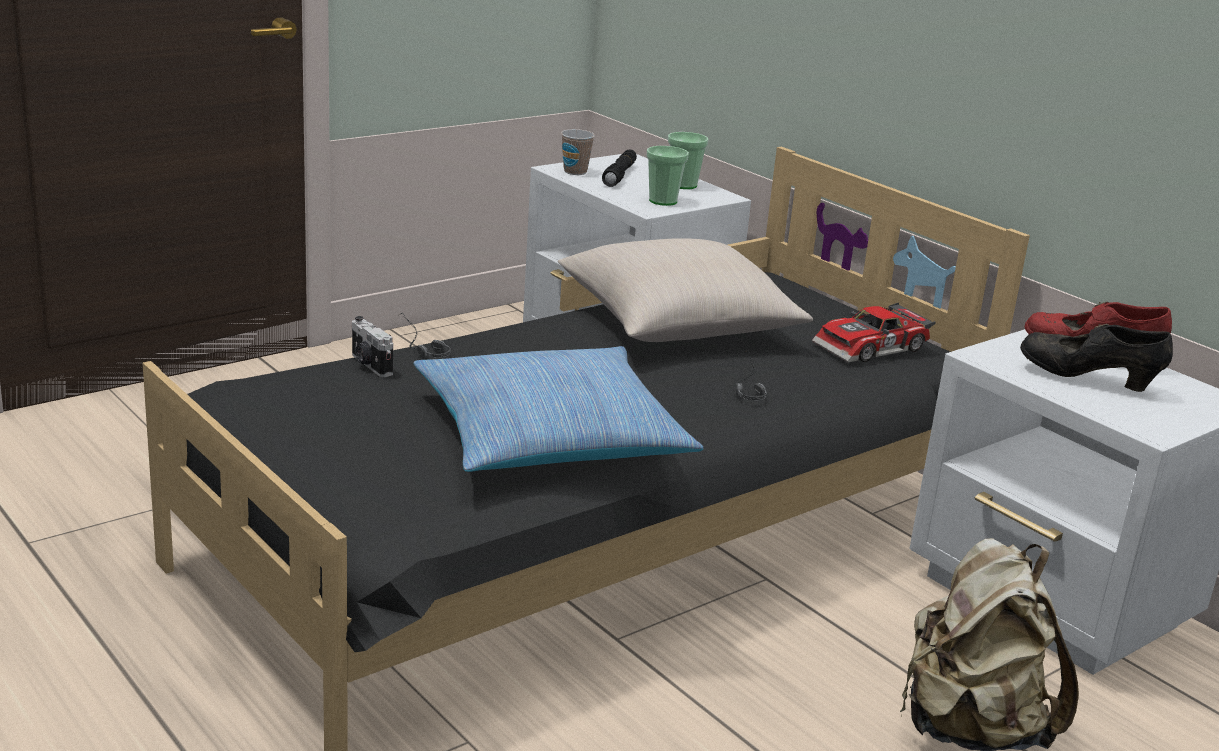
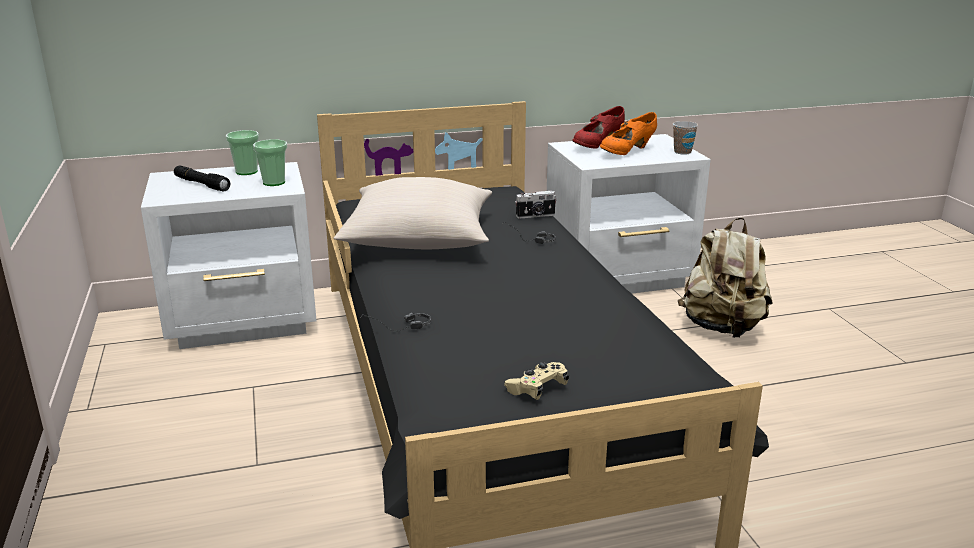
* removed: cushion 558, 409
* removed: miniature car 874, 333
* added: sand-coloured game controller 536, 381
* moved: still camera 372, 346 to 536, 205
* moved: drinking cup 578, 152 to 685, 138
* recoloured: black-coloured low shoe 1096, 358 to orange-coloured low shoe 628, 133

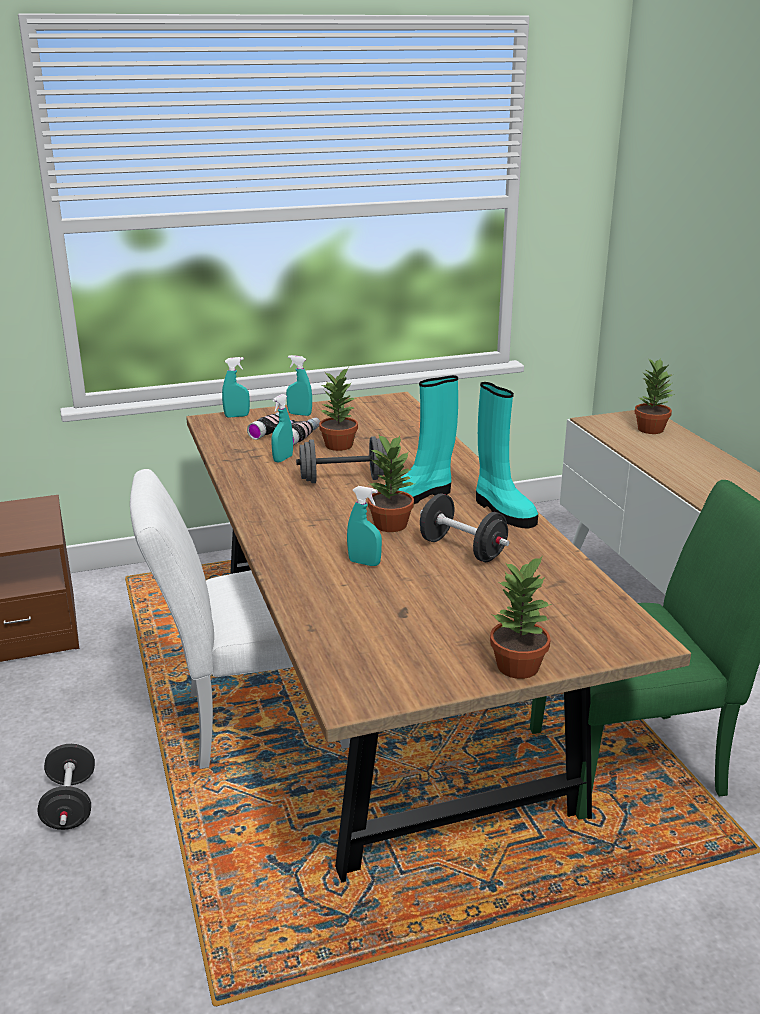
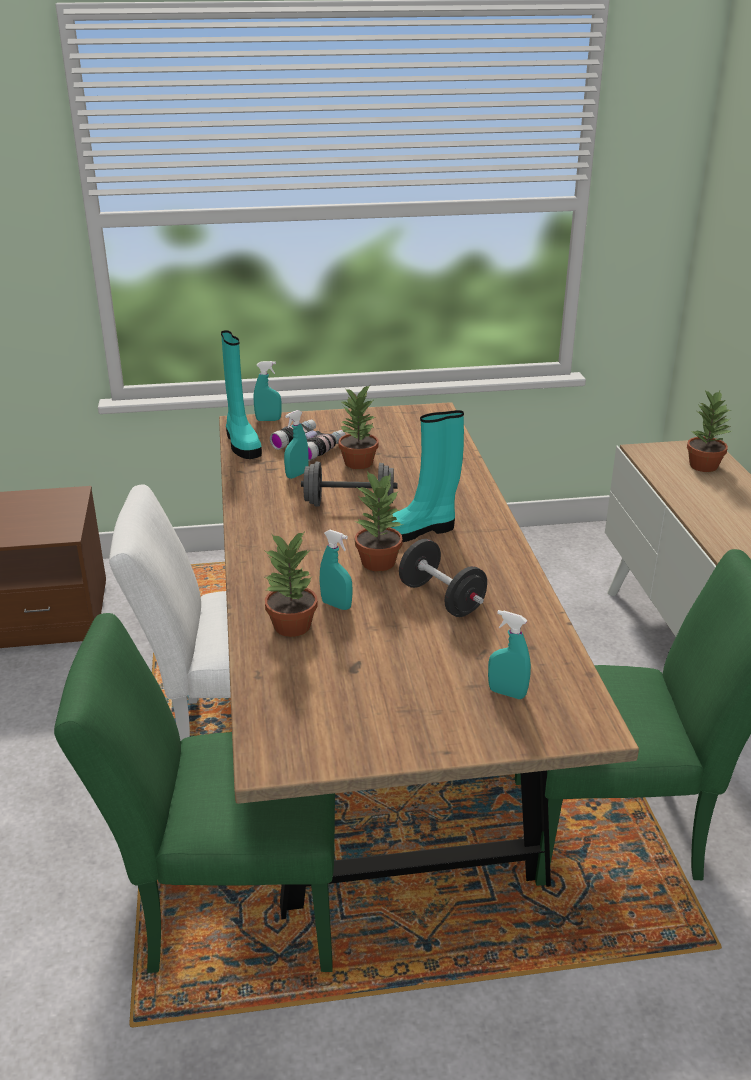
* removed: black-coloured dumbbell 66, 787
* added: green-coloured upright chair 194, 793
* moved: turquoise hand sprayer 299, 385 to 509, 654
* moved: turquoise boot 507, 455 to 241, 394
* moved: potted plant 521, 617 to 291, 584

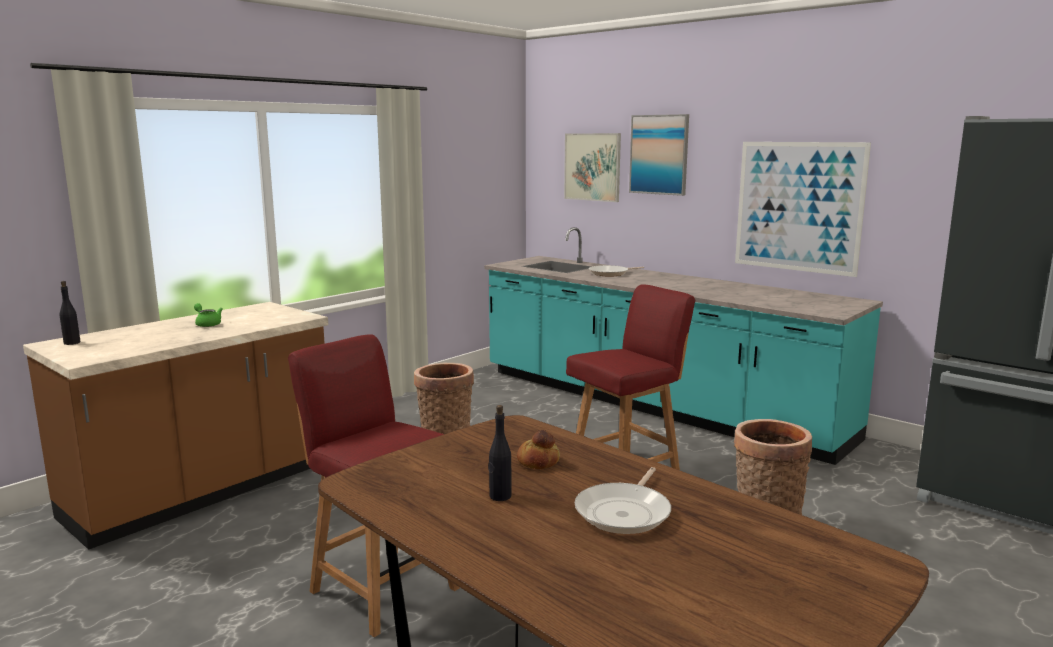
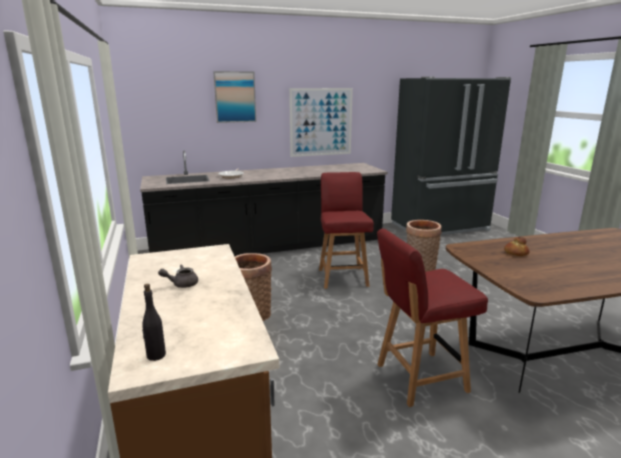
* removed: black-coloured beverage bottle 500, 453
* removed: wall picture 592, 167
* removed: pan 623, 500
* recoloured: green-coloured pot for tea 208, 315 to grey pot for tea 178, 276
* recoloured: turquoise kitchen base unit 683, 346 to black-coloured kitchen base unit 264, 204

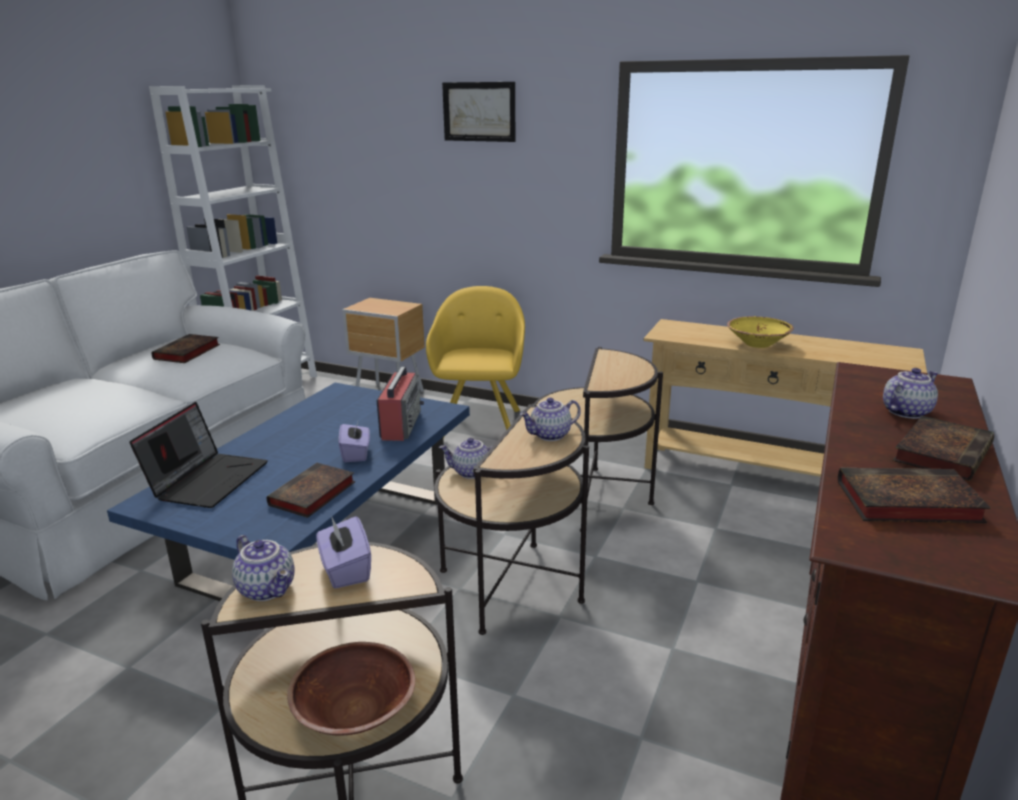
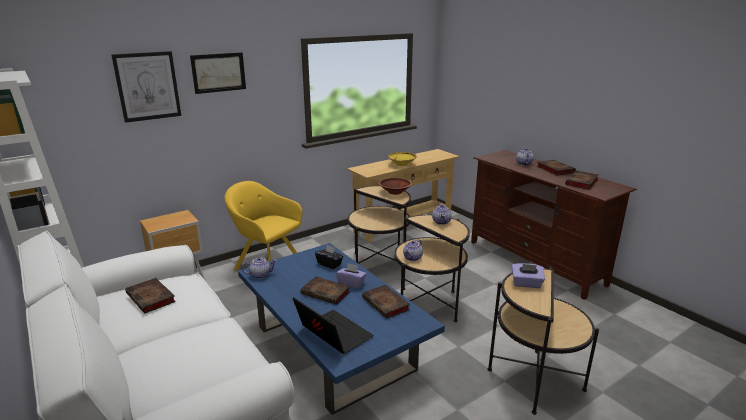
* added: wall picture 146, 87
* added: volume 325, 291
* moved: pot for tea 263, 568 to 259, 268
* moved: brownish serving bowl 351, 689 to 395, 186
* replaced: radio set 400, 402 to black-coloured tissue holder 329, 257

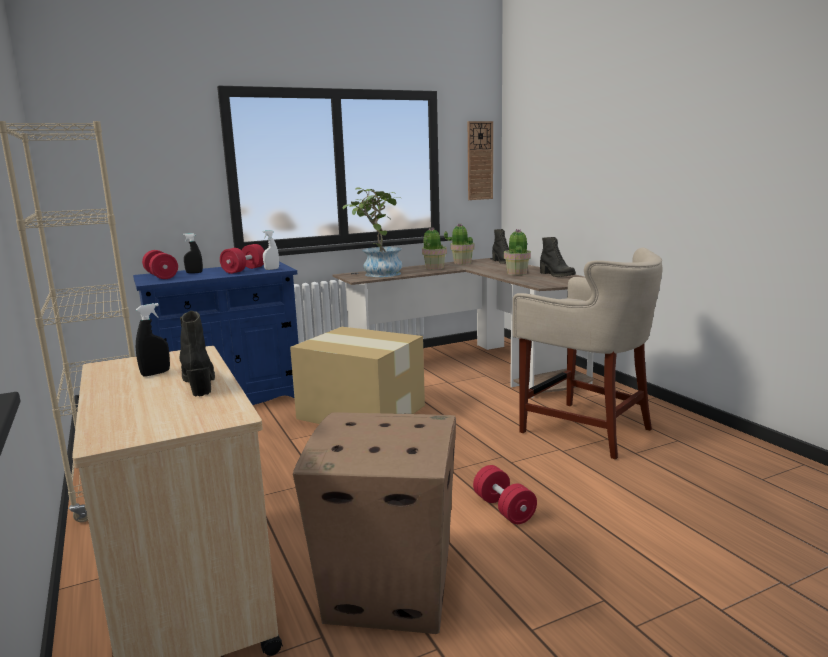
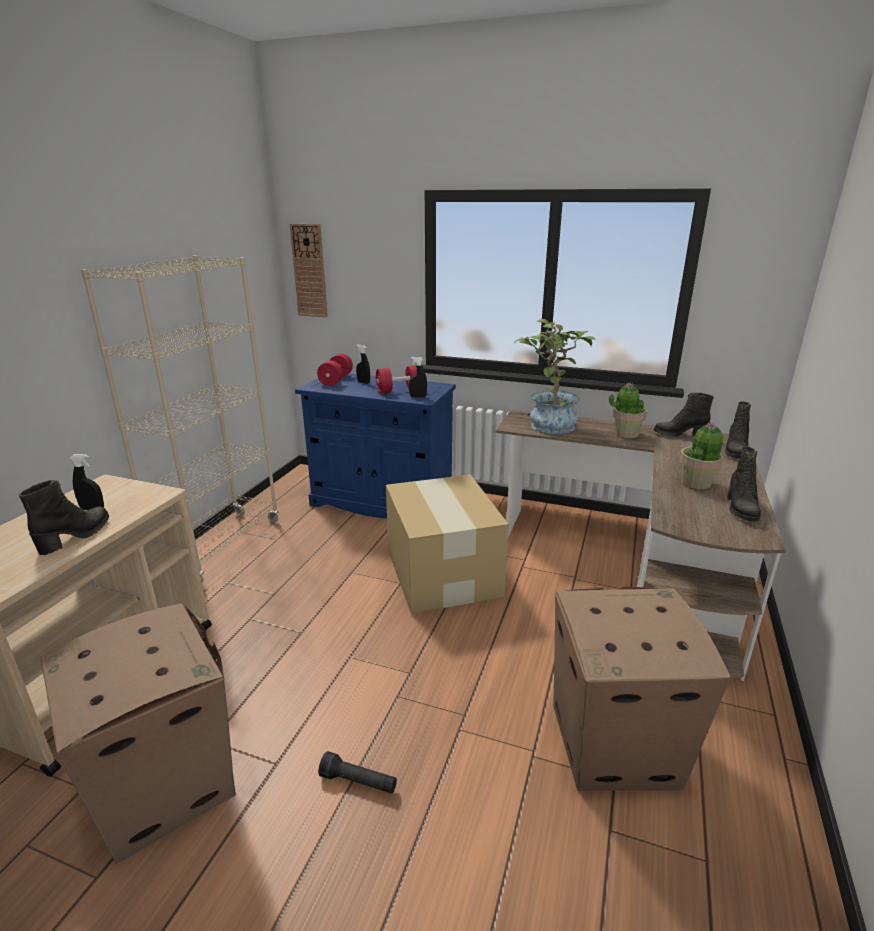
* moved: wall clock 480, 160 to 309, 270
* replaced: potted plant 459, 243 to black-coloured boot 684, 415
* replaced: reddish dumbbell 505, 494 to black-coloured torch 357, 772
* replaced: sand-coloured sitting stool 587, 354 to carton 642, 689
* recoloured: white hand sprayer 270, 250 to black-coloured hand sprayer 418, 377

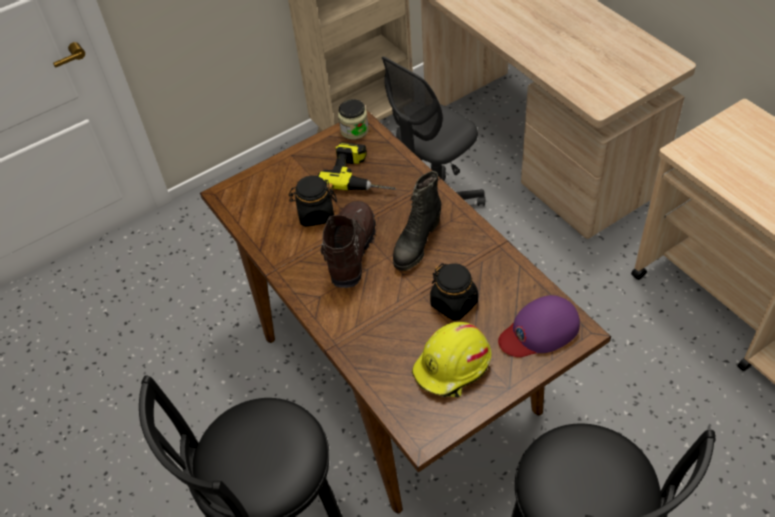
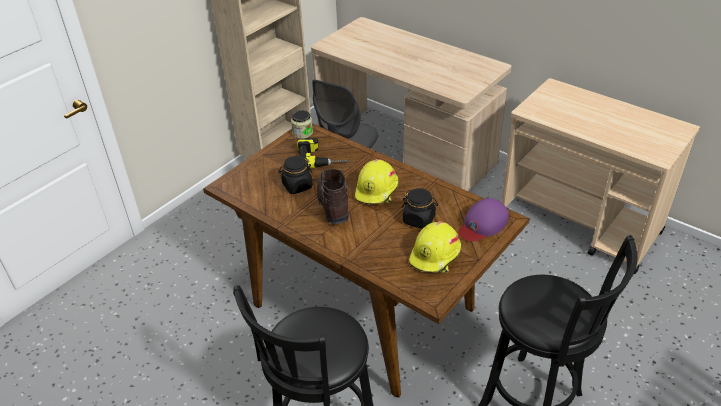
* replaced: black-coloured boot 417, 221 to yellow safety helmet 376, 182

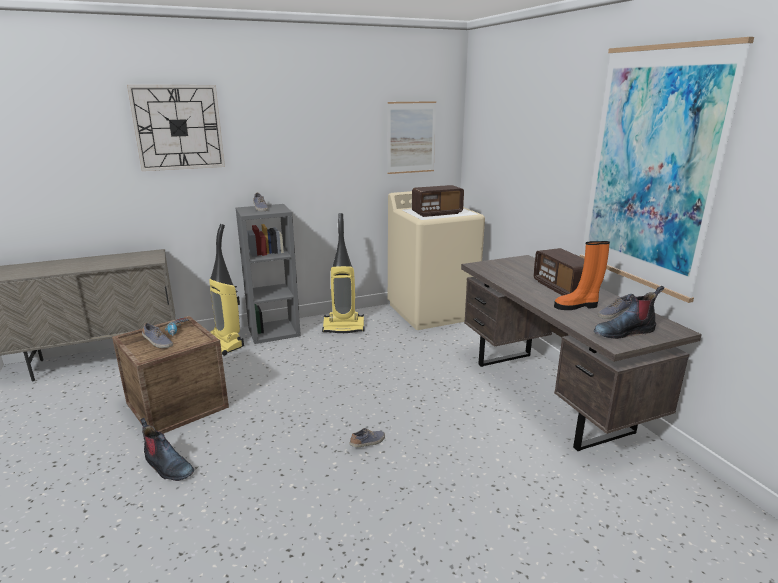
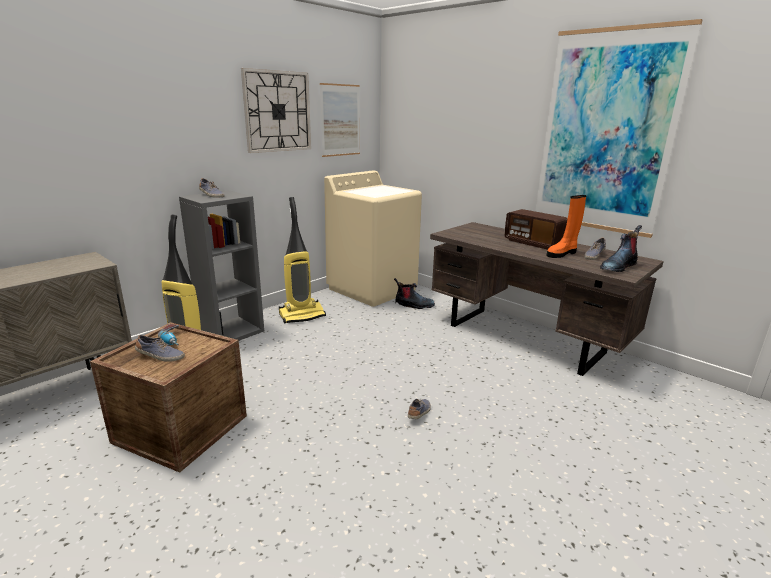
* removed: radio set 438, 201
* moved: wall clock 176, 128 to 276, 110
* moved: boot 167, 449 to 414, 293

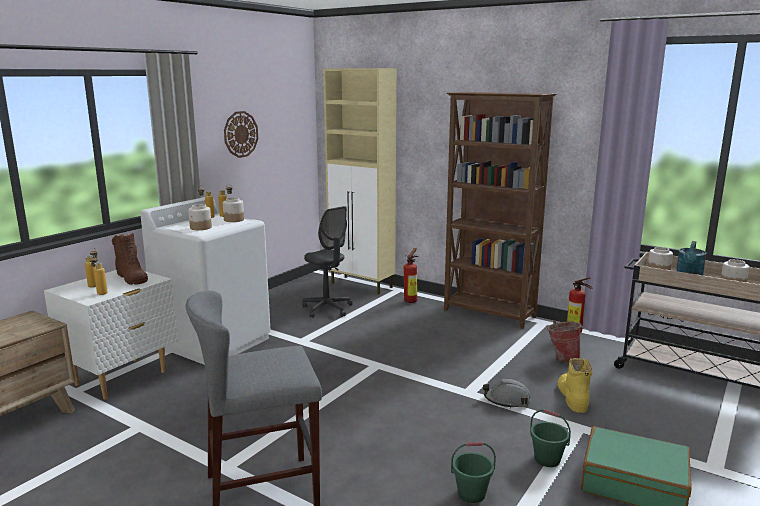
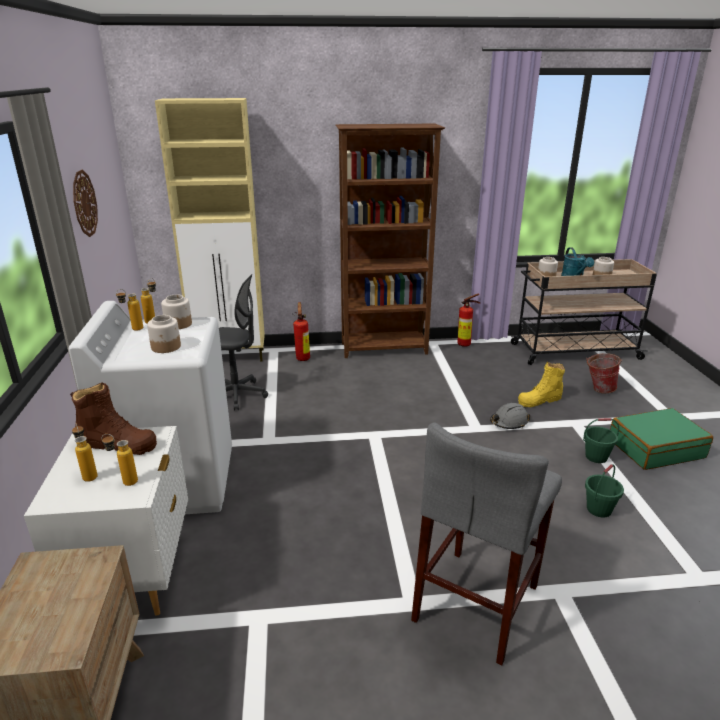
* moved: pail 565, 341 to 604, 373
* turned: yellow boot 575, 385 = 541, 384 75 degrees counterclockwise

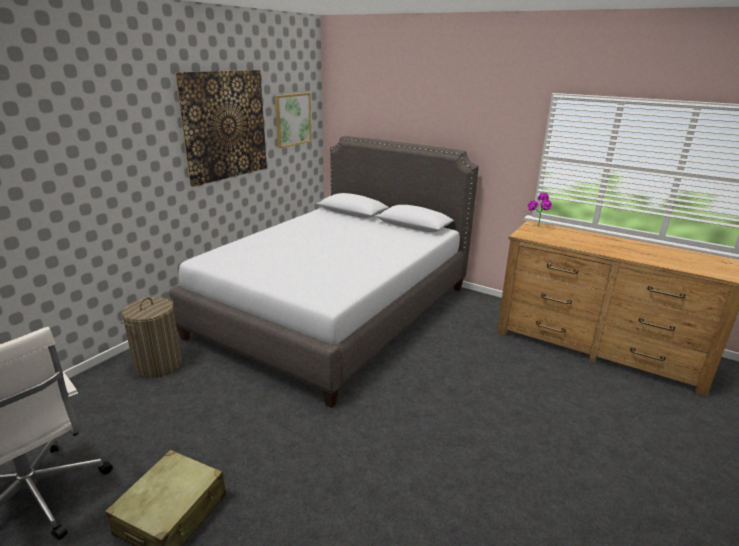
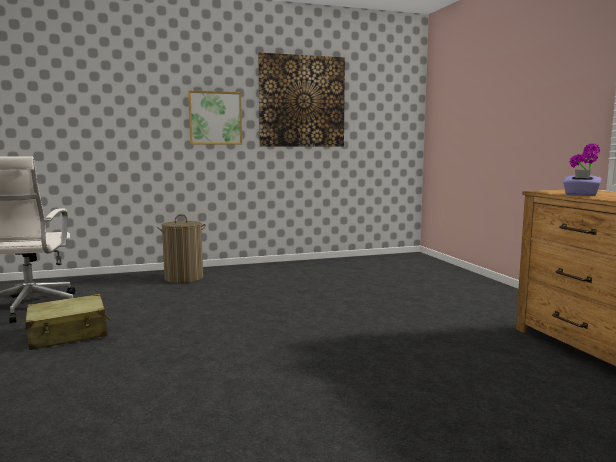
* removed: grey bed 324, 272
* added: purple-coloured tissue holder 582, 182
* moved: wall picture 293, 120 to 215, 117

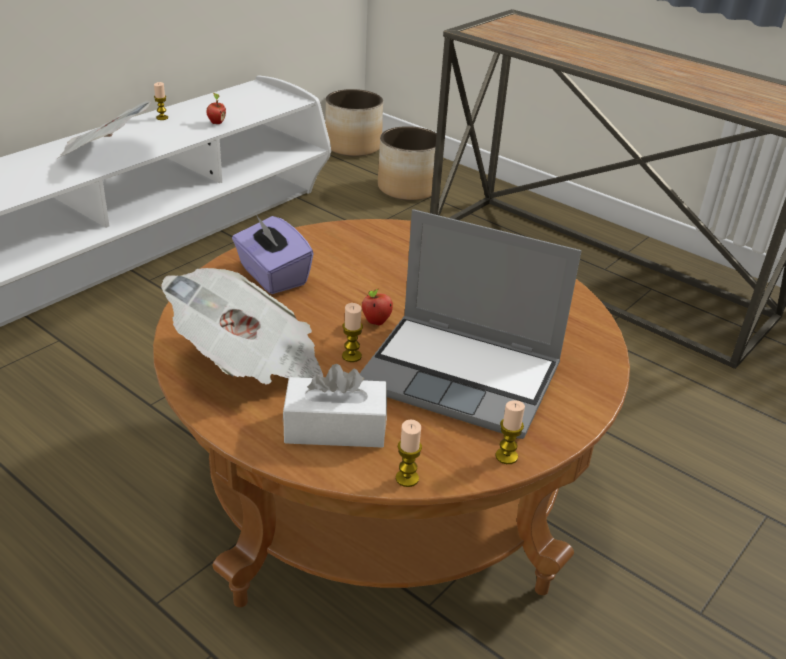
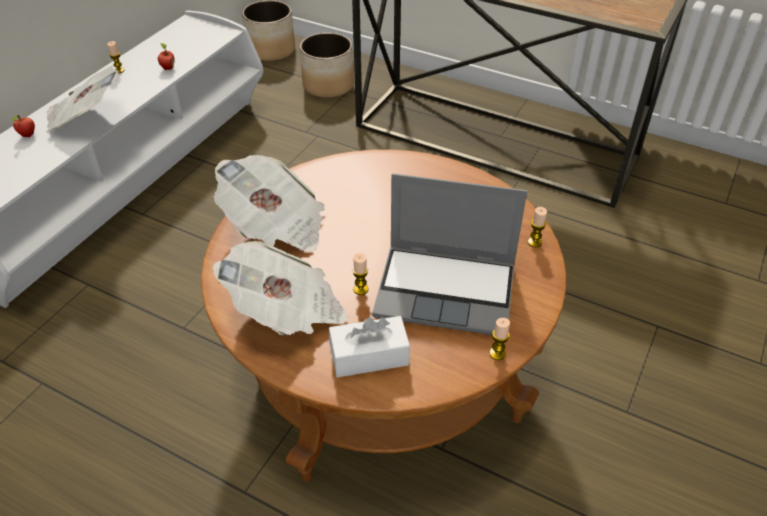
* moved: whole apple 377, 307 to 23, 126
* moved: wax light 409, 453 to 537, 227
* replaced: purple-coloured tissue holder 273, 254 to daily paper 269, 203

